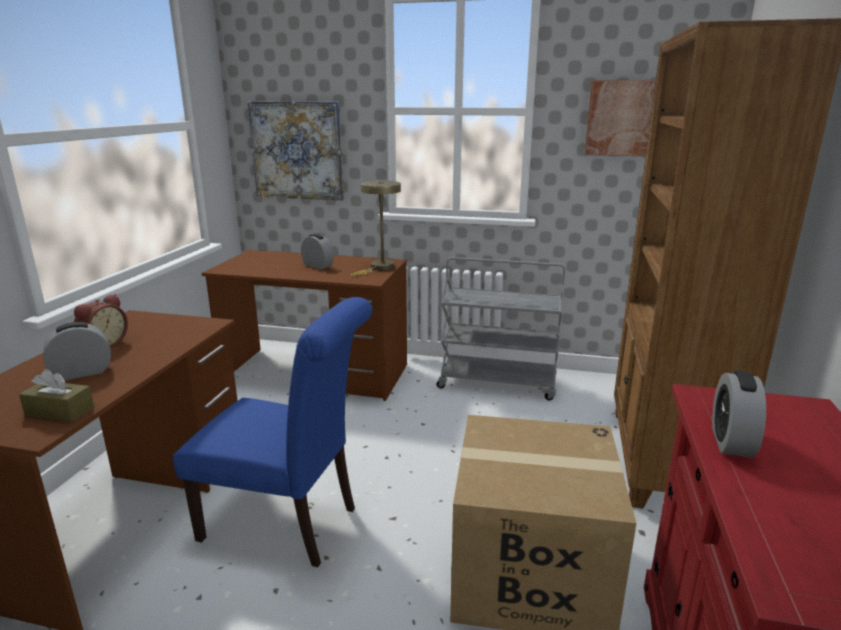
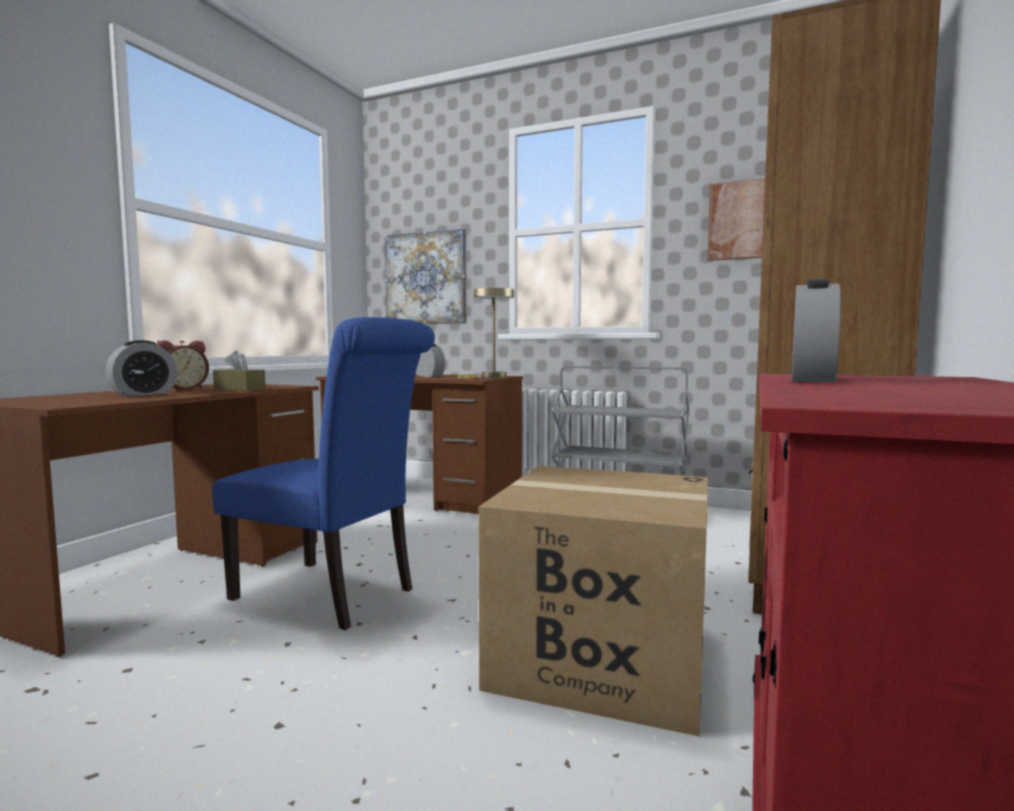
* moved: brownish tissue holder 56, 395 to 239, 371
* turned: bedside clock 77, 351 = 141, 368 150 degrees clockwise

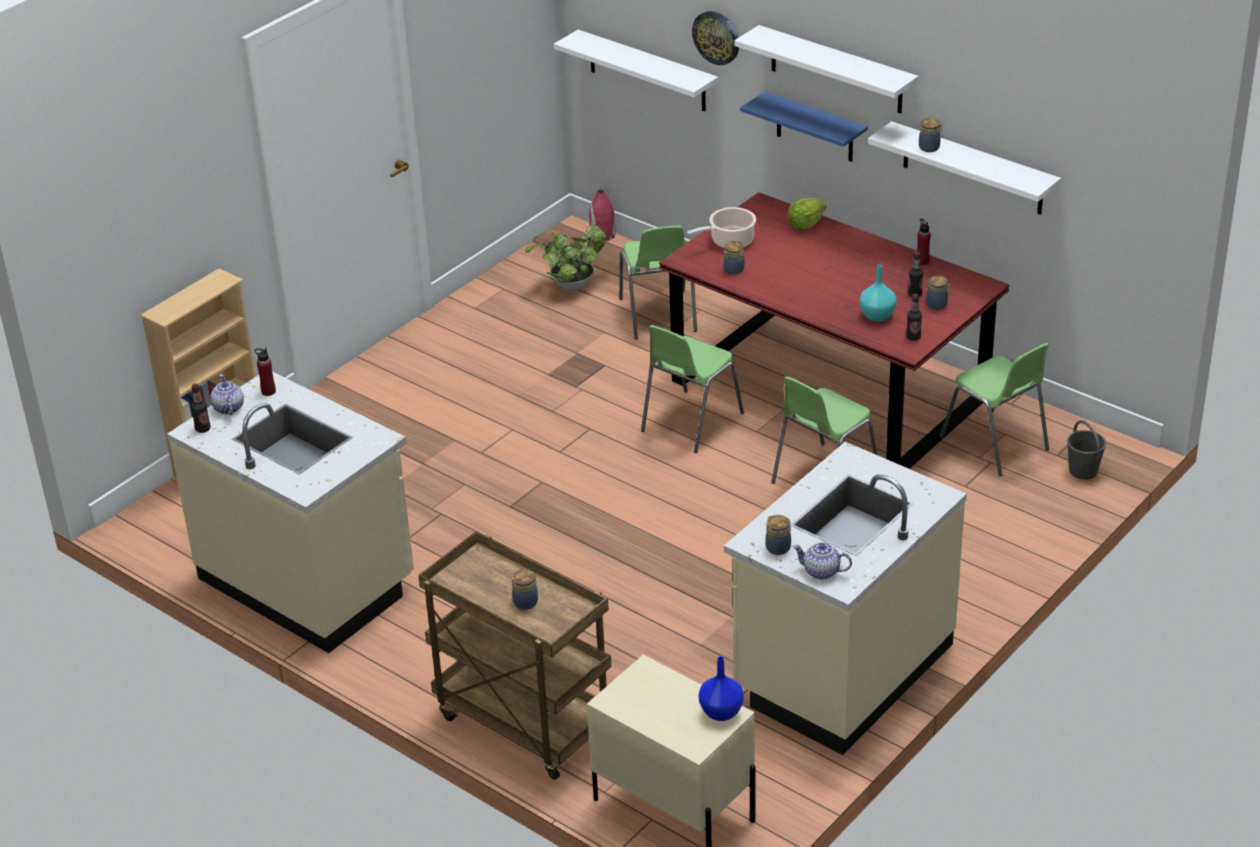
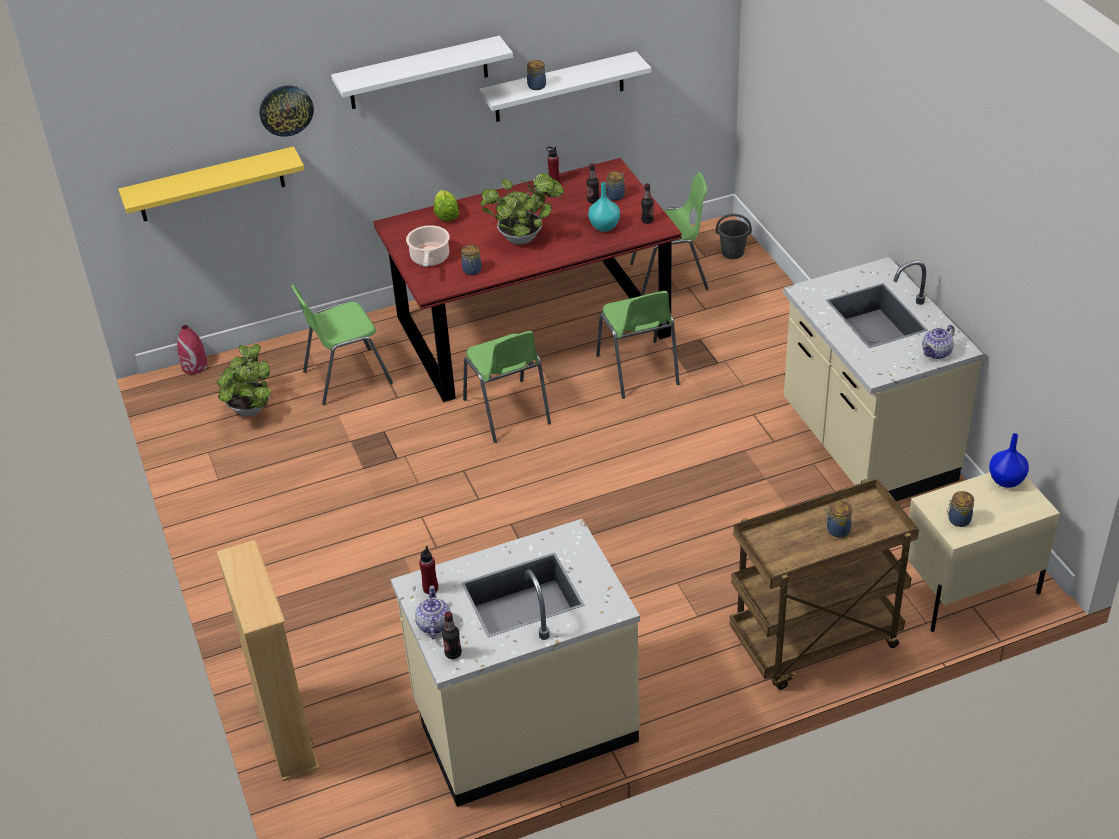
* removed: bluish wall shelf 804, 127
* added: potted plant 522, 209
* moved: jar 778, 535 to 960, 509
* recoloured: white wall shelf 636, 71 to yellow wall shelf 211, 183
* turned: pot for tea 227, 394 = 433, 612 75 degrees clockwise
* turned: green-coloured upright chair 658, 283 = 342, 345 135 degrees clockwise

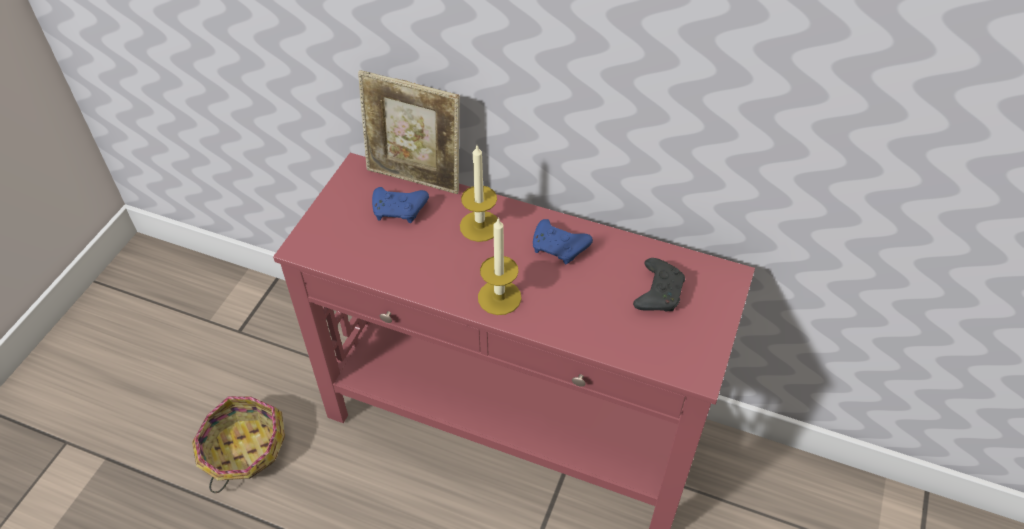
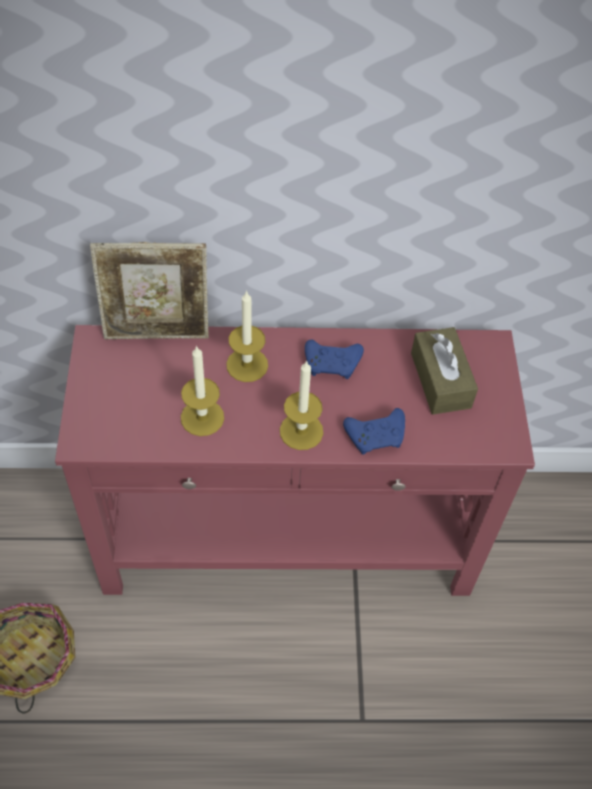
* added: wax light 202, 390
* moved: bluish game controller 400, 205 to 374, 431
* replaced: black-coloured game controller 659, 284 to brownish tissue holder 444, 370

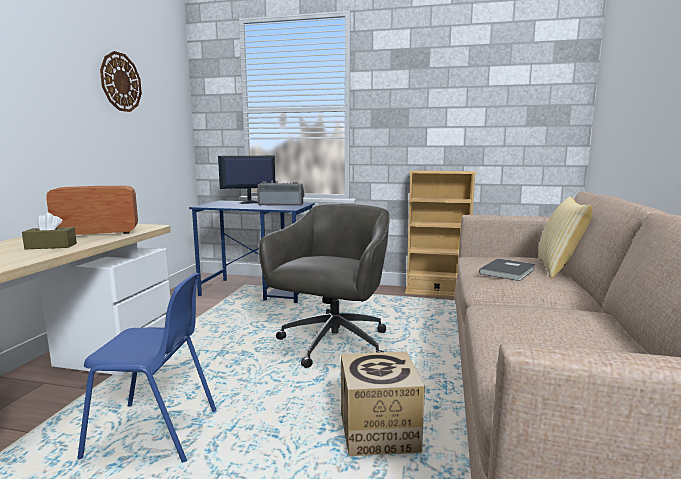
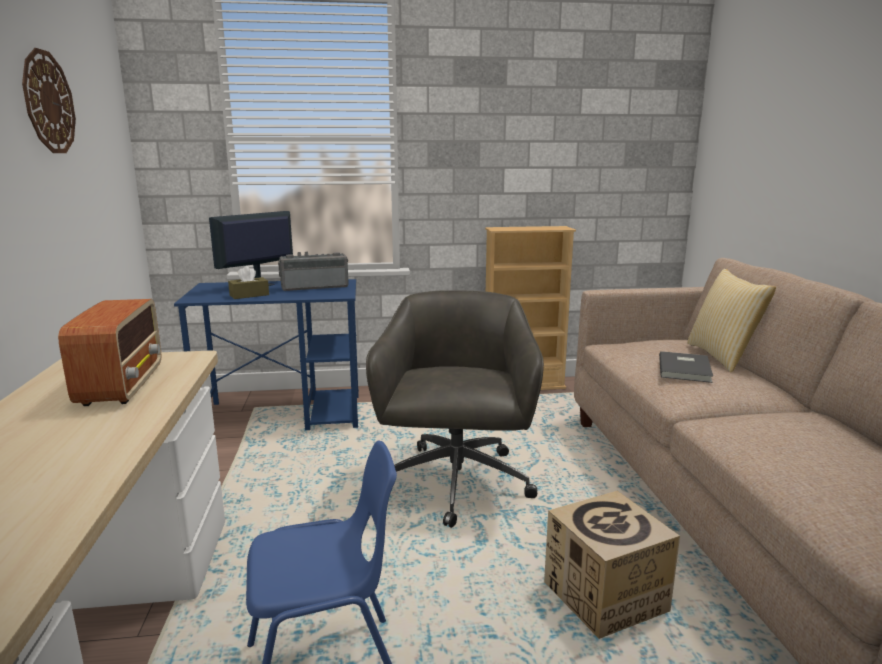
* moved: brownish tissue holder 49, 231 to 248, 282
* turned: radio set 92, 210 = 110, 352 120 degrees clockwise

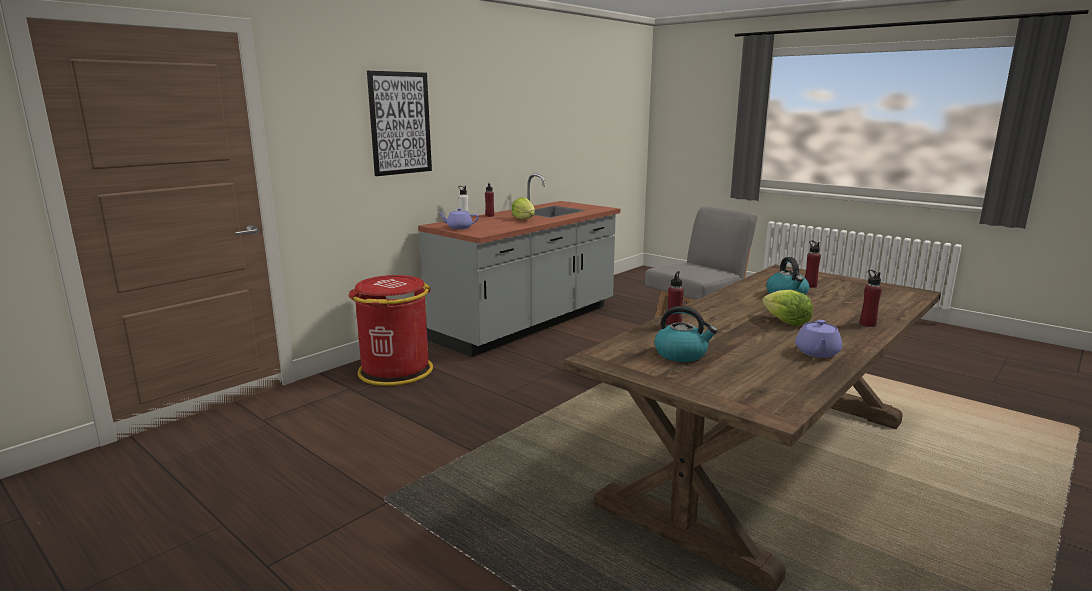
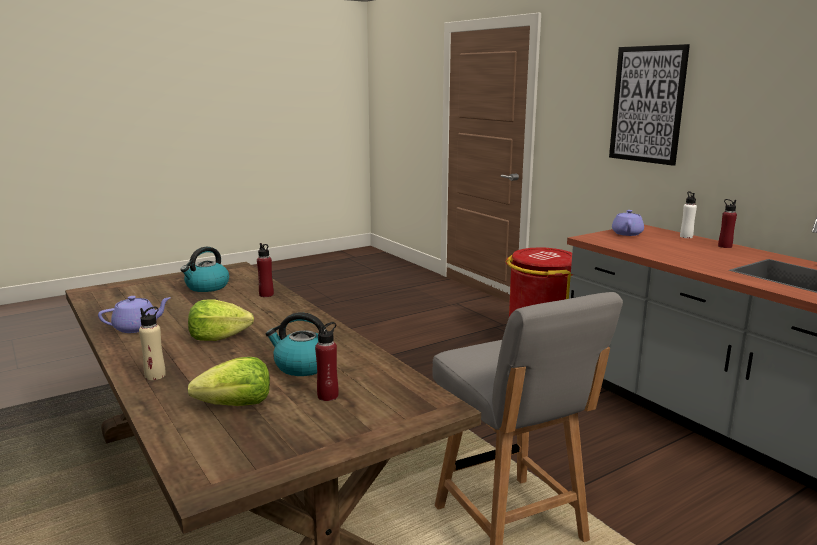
* moved: head of lettuce 523, 208 to 229, 381
* recoloured: reddish beverage bottle 871, 298 to sand-coloured beverage bottle 152, 343
* turned: purple-coloured pot for tea 818, 339 = 134, 314 120 degrees clockwise

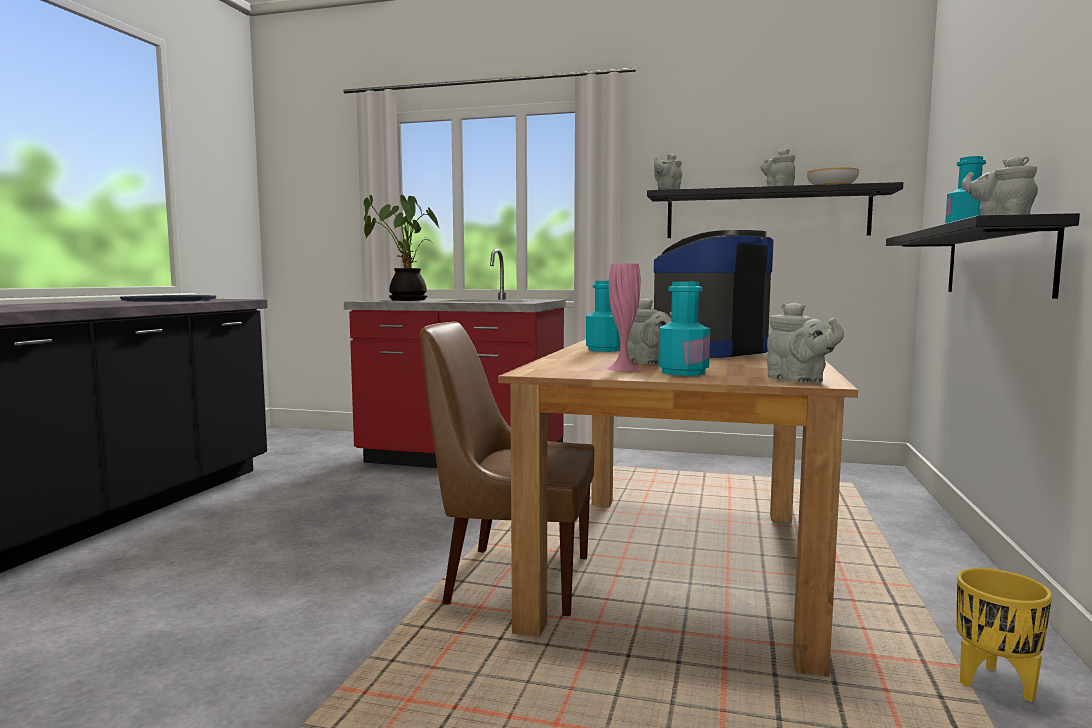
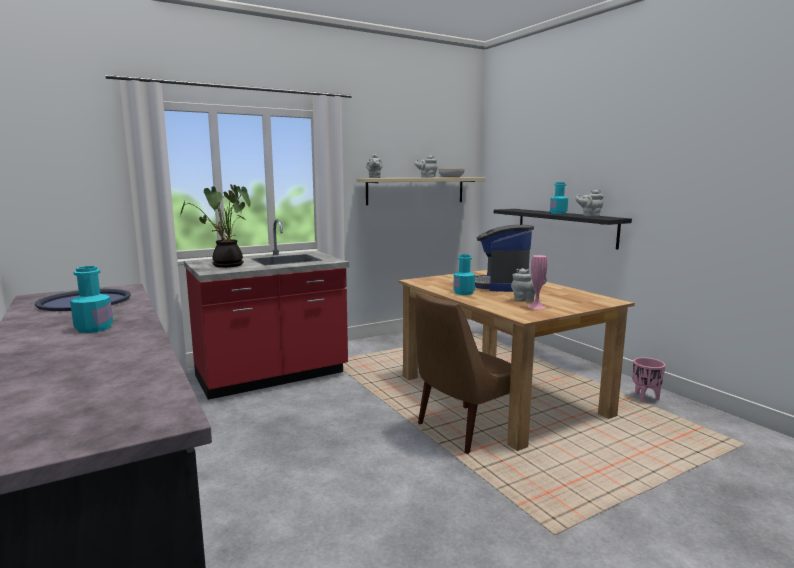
* removed: grey pot for tea 805, 342
* moved: turquoise beverage bottle 684, 329 to 91, 299
* recoloured: black-coloured wall shelf 775, 210 to sand-coloured wall shelf 421, 191
* recoloured: yellow planter 1004, 635 to pink planter 649, 379

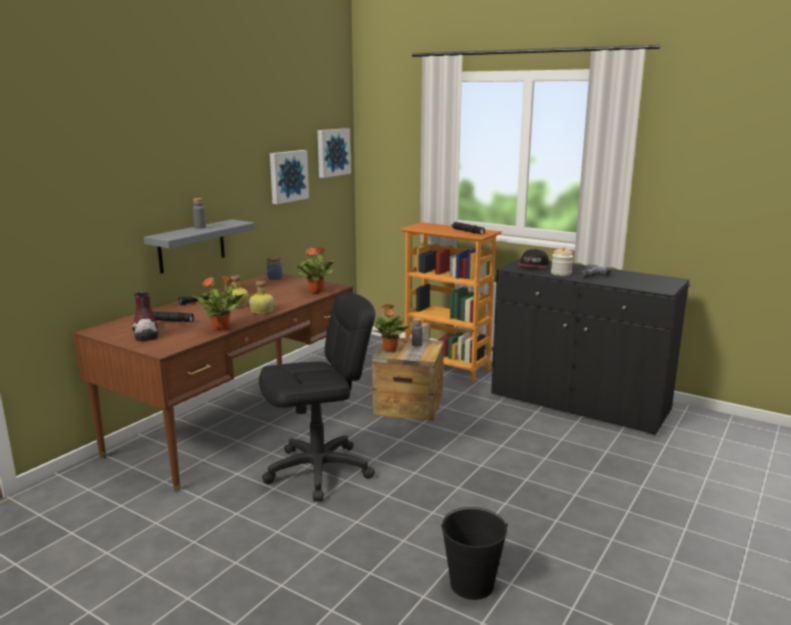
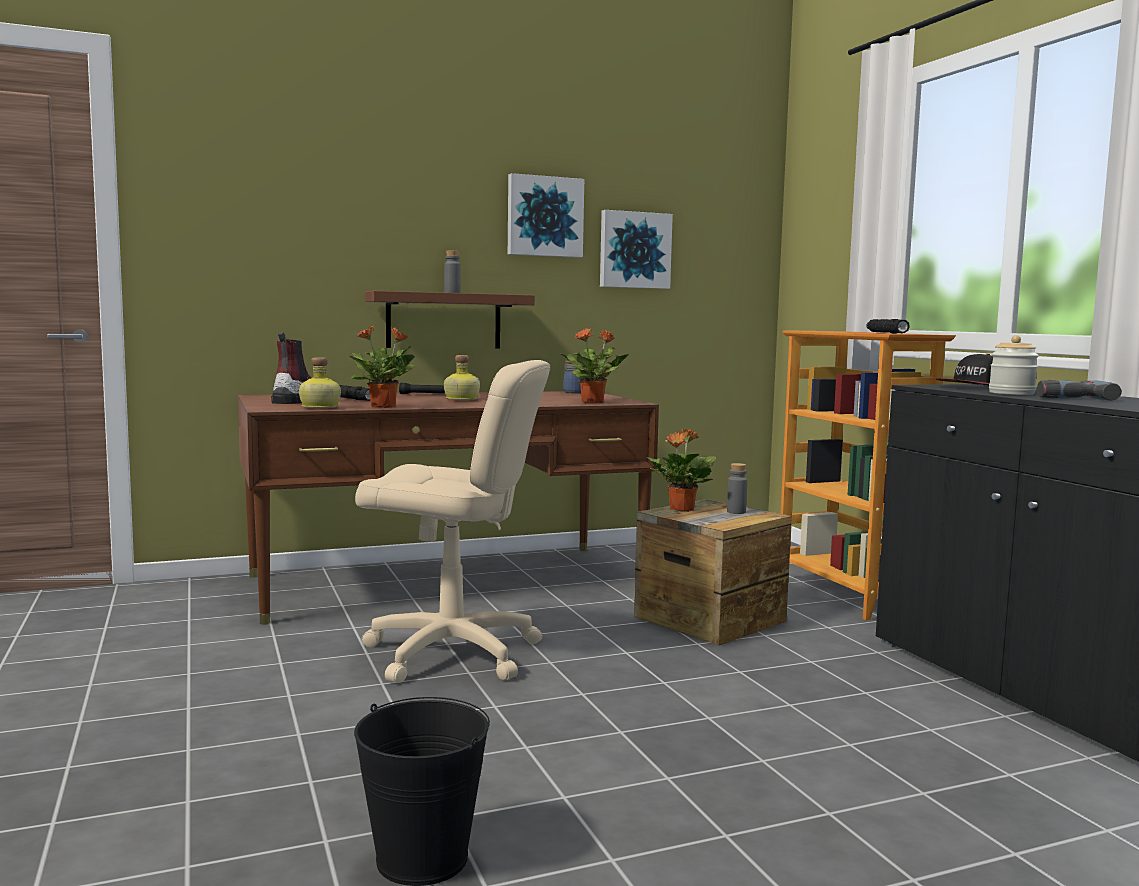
* moved: beverage bottle 261, 297 to 320, 382
* moved: wall picture 334, 153 to 546, 215
* recoloured: grey wall shelf 199, 246 to brownish wall shelf 450, 320
* recoloured: black-coloured office chair 317, 397 to sand-coloured office chair 452, 521

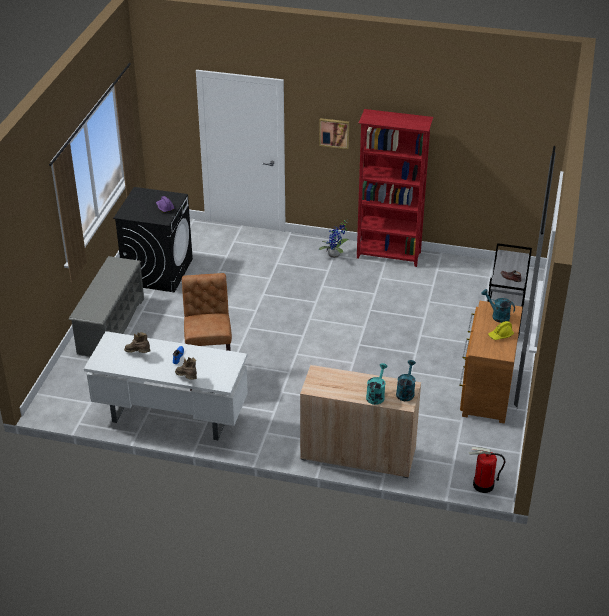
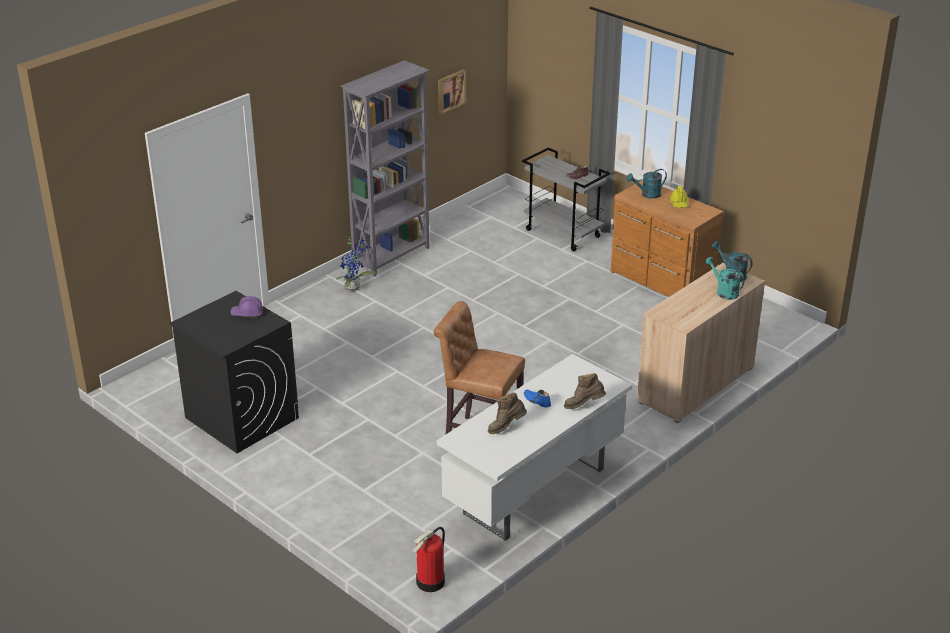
* removed: grey shoe rack 106, 306
* moved: wall picture 334, 133 to 452, 92
* moved: extinguisher 487, 470 to 429, 559
* recoloured: reddish shelving unit 395, 188 to grey shelving unit 385, 168

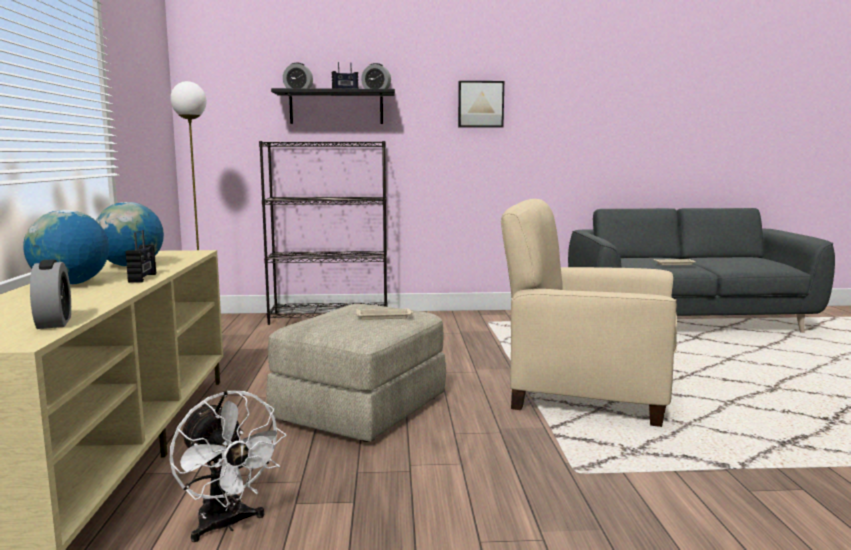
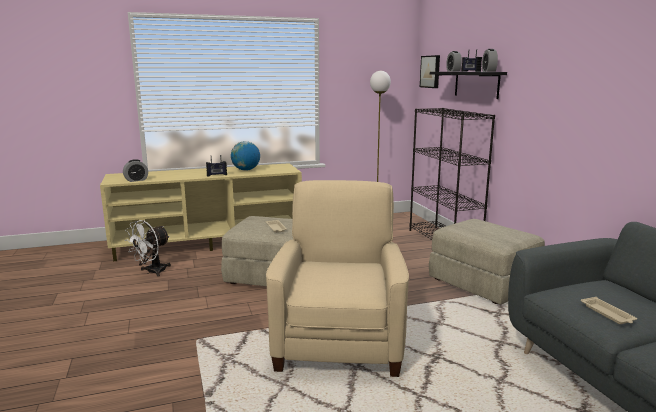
* removed: world globe 66, 247
* added: sand-coloured ottoman 487, 262
* moved: wall picture 481, 104 to 430, 71

